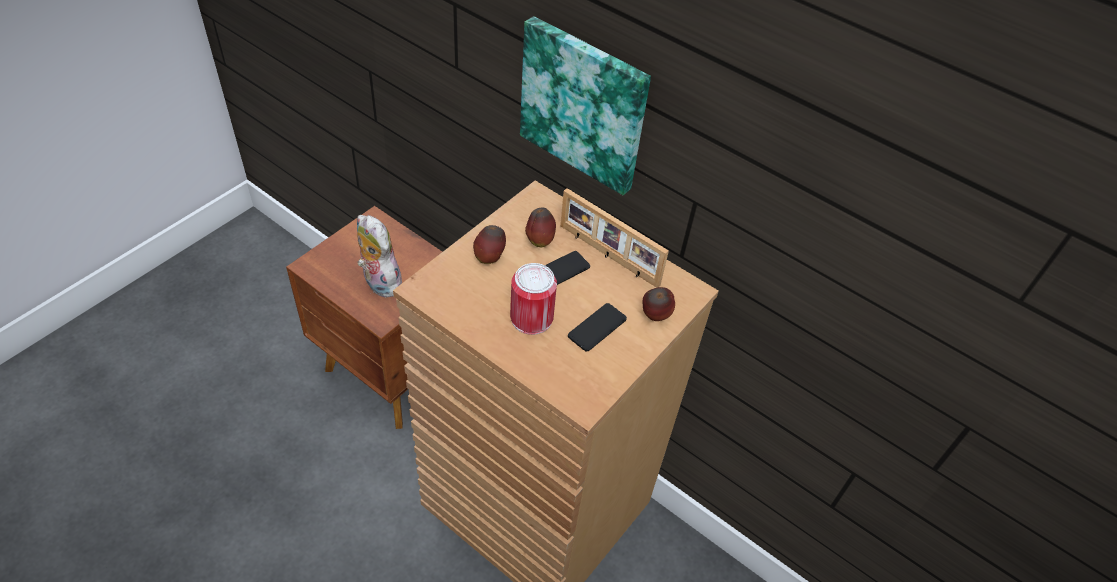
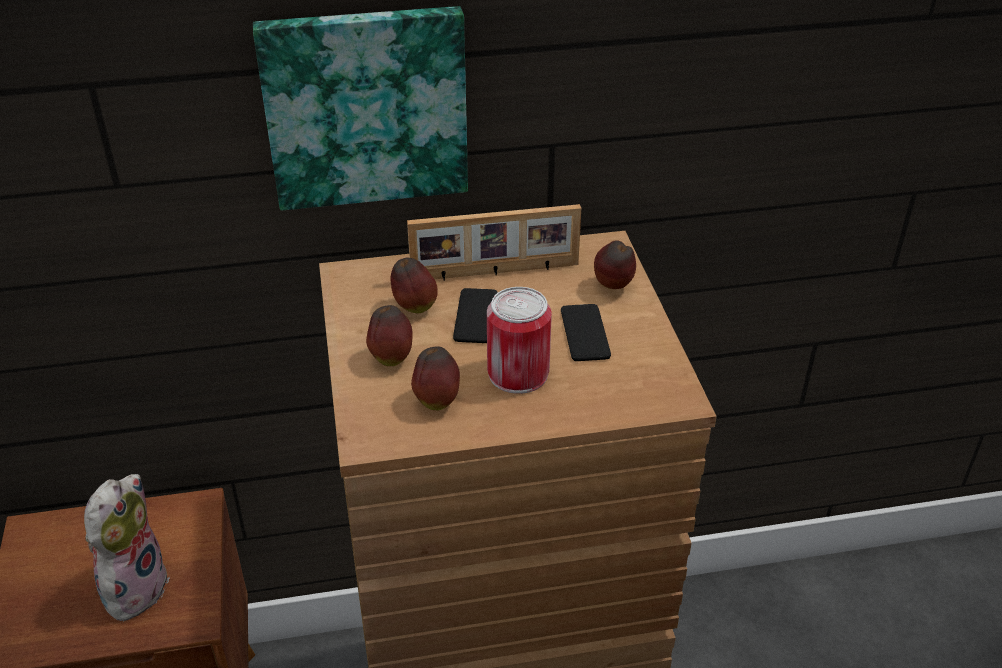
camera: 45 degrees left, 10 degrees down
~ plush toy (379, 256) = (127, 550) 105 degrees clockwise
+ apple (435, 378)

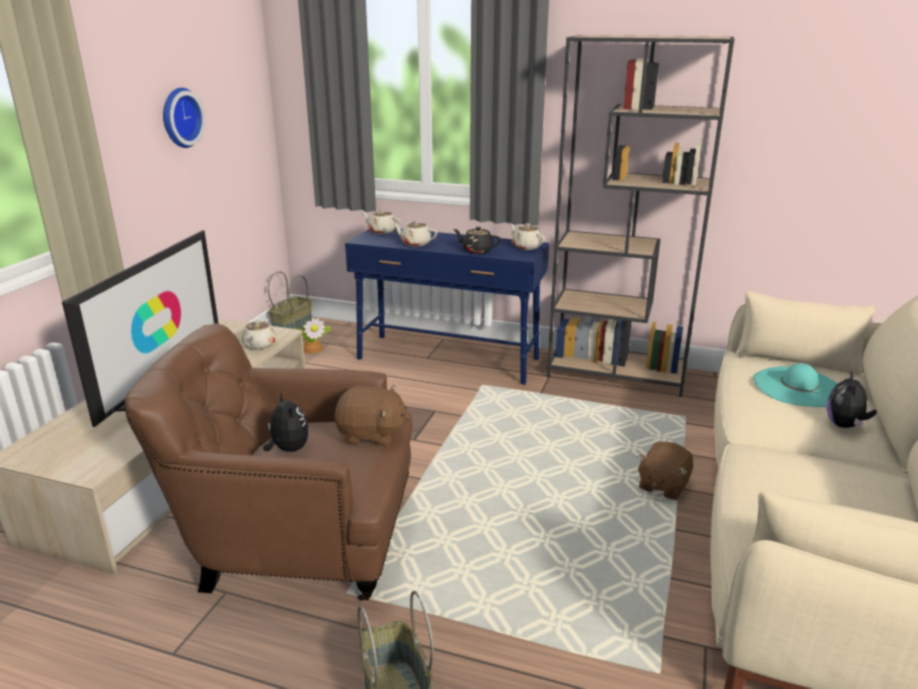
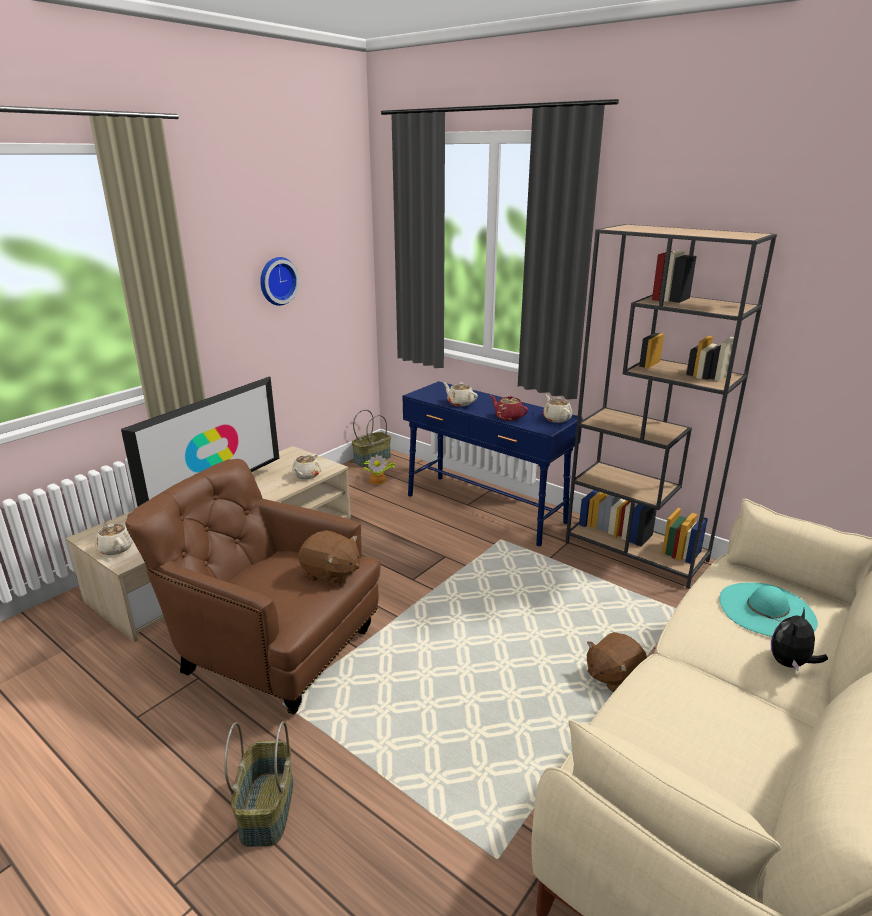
camera: 20 degrees right, 0 degrees up
~ beige teapot (381, 221) to (114, 537)
~ black teapot (477, 240) to red teapot (509, 408)
- plush toy (286, 422)

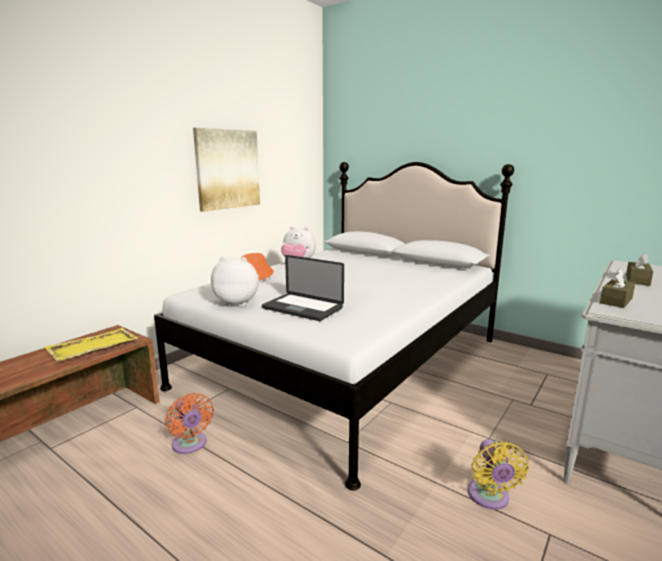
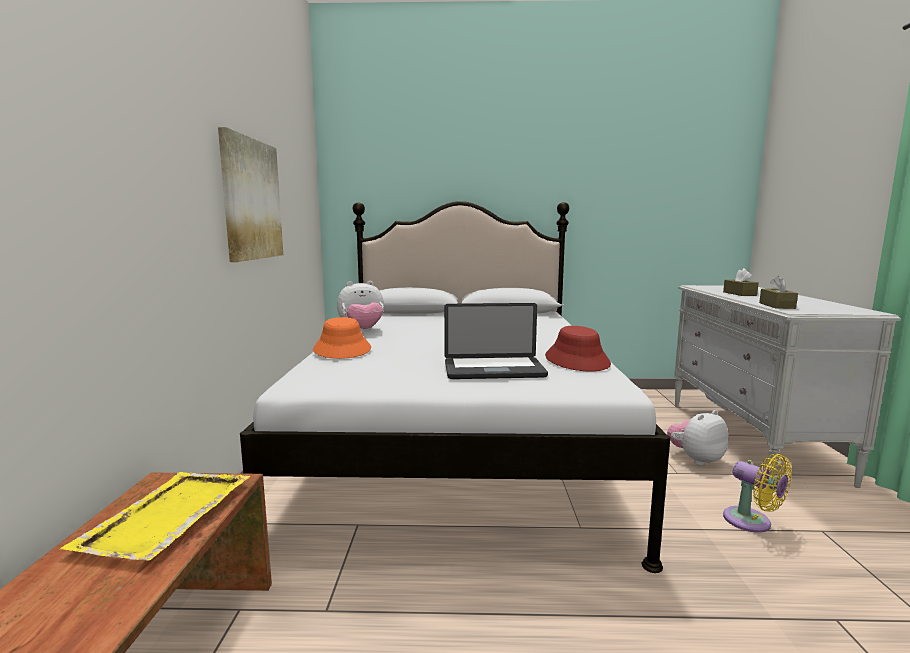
camera: 35 degrees left, 5 degrees down
~ plush toy (235, 282) to (698, 438)
- orange fan (189, 423)
+ red hat (578, 348)

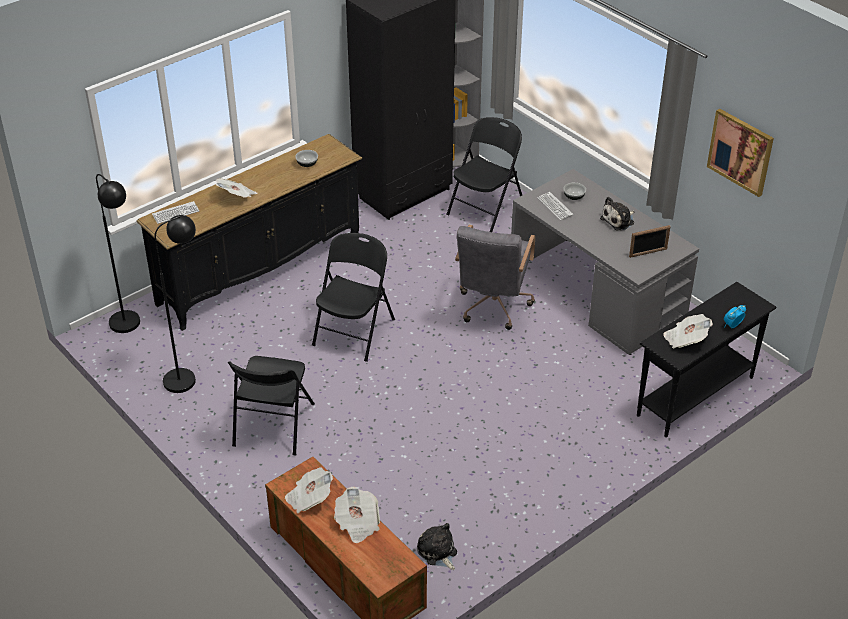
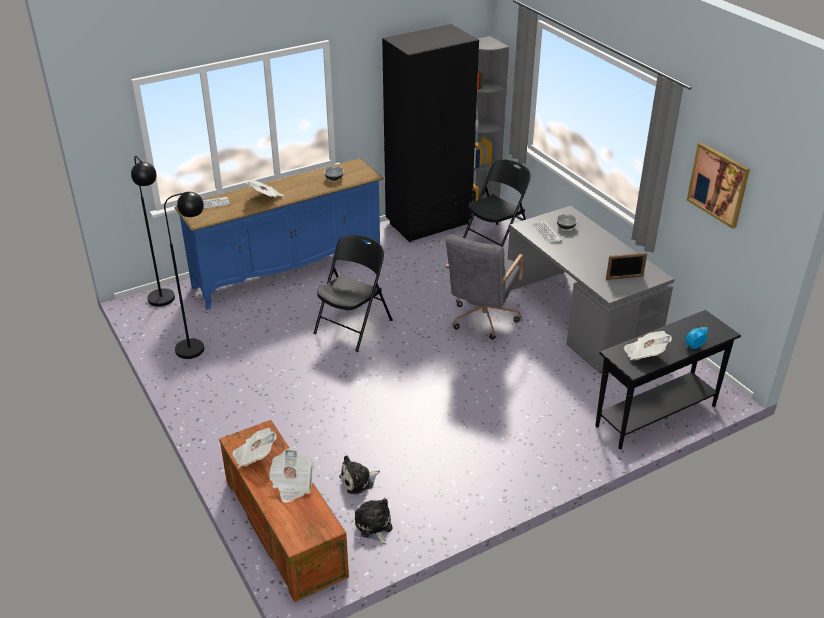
camera: 10 degrees right, 5 degrees down
~ black dresser (249, 232) to blue dresser (279, 234)
~ plush toy (617, 214) to (359, 475)
- black chair (271, 406)

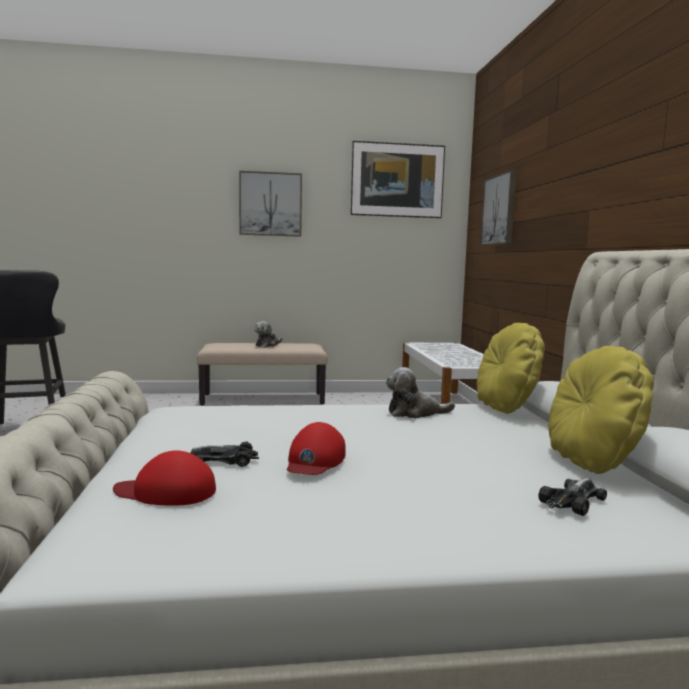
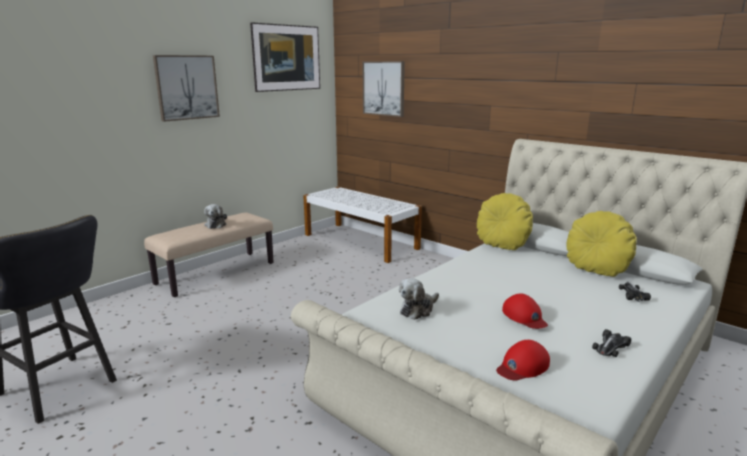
camera: 40 degrees left, 10 degrees up
~ plush toy (420, 392) to (419, 299)
~ toy car (224, 454) to (611, 343)

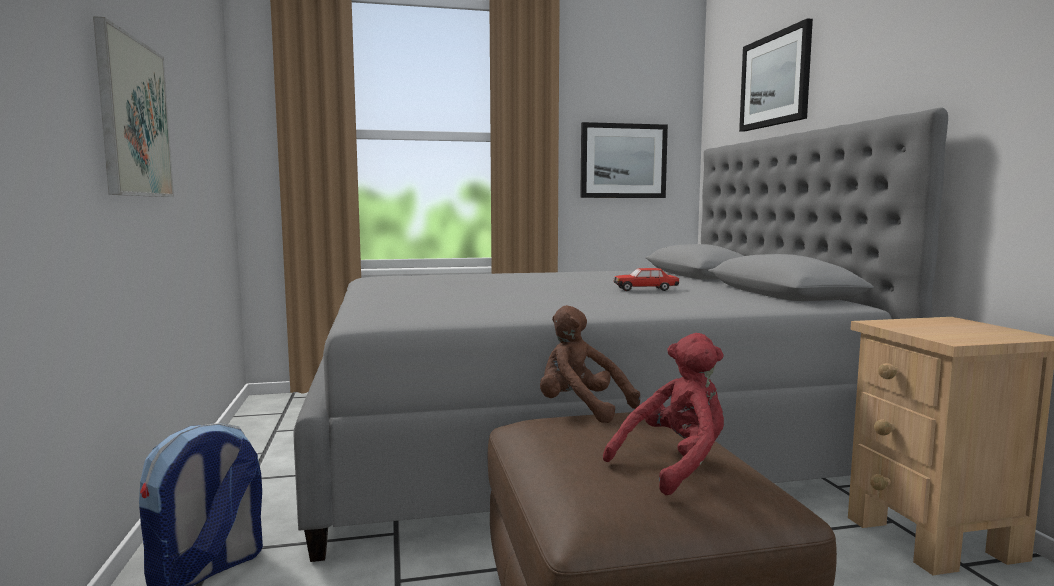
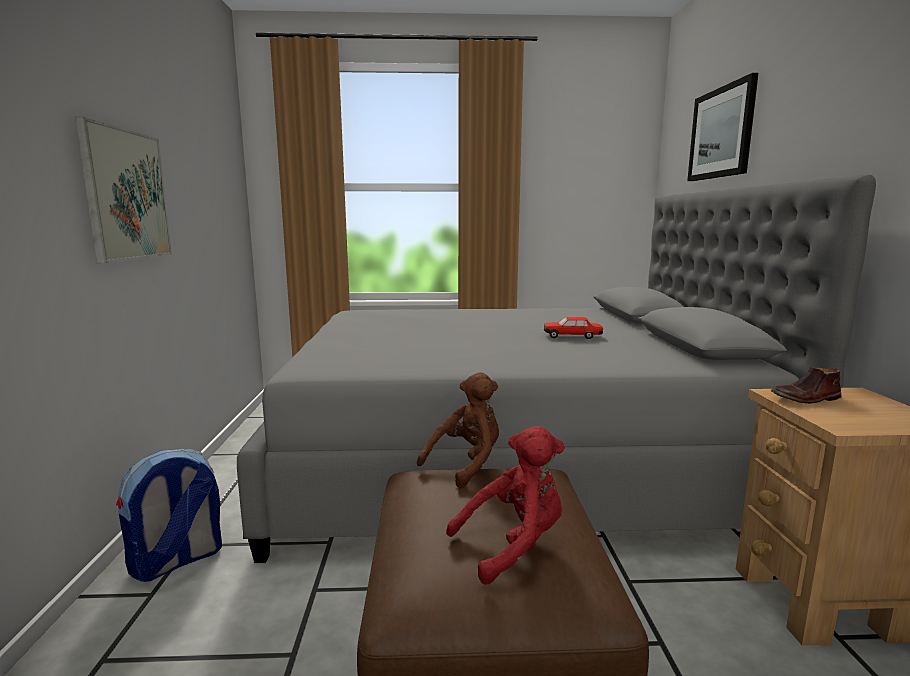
camera: 10 degrees right, 5 degrees up
- picture (624, 160)
~ brown plush toy (590, 364) = (458, 430) 90 degrees clockwise
+ brown shoe (806, 385)

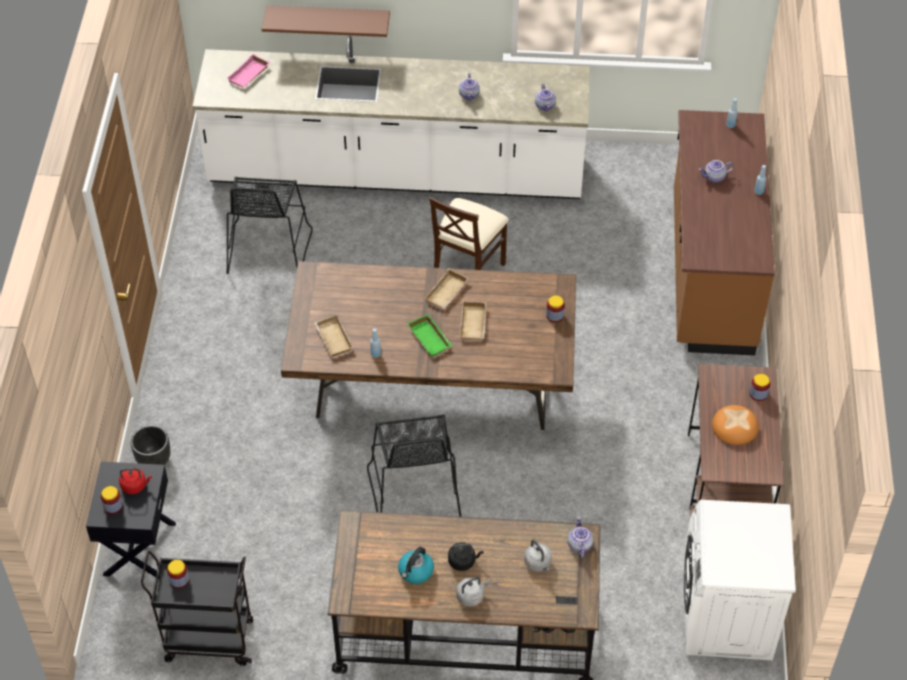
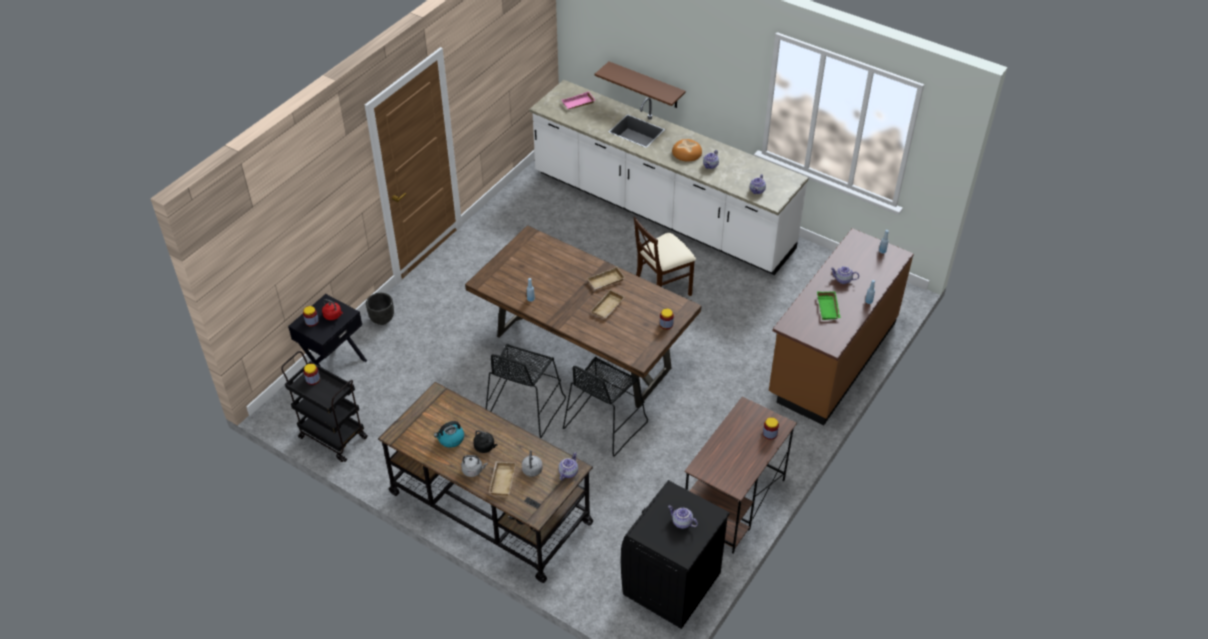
camera: 30 degrees right, 5 degrees down
~ black stool (270, 225) to (605, 407)
~ beige tray (333, 335) to (502, 478)
~ green tray (429, 335) to (829, 305)
~ bread (735, 425) to (687, 150)
~ white washing machine (740, 580) to black washing machine (675, 554)
+ teapot (683, 517)

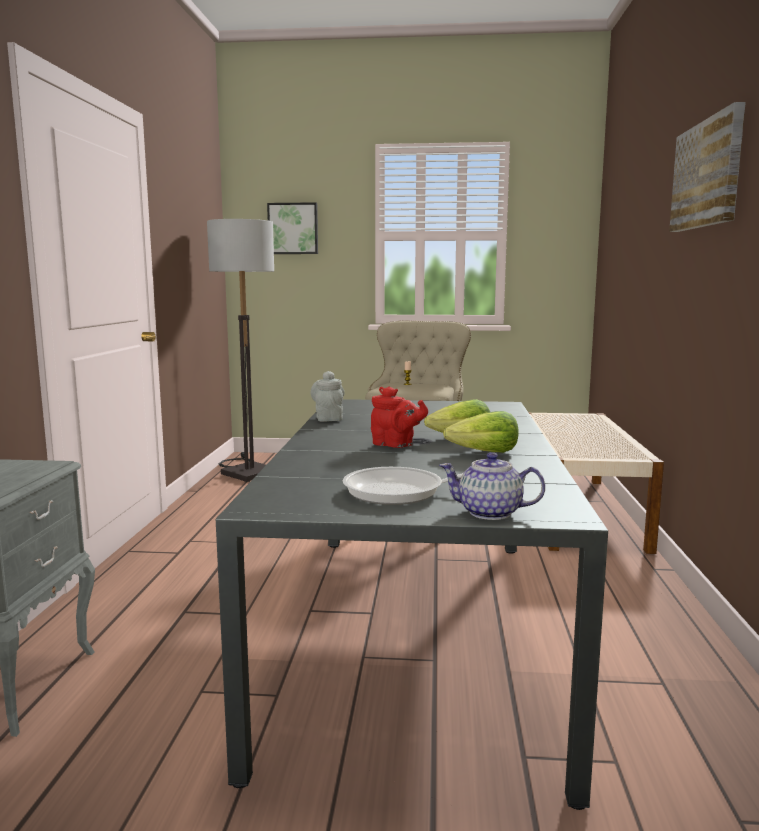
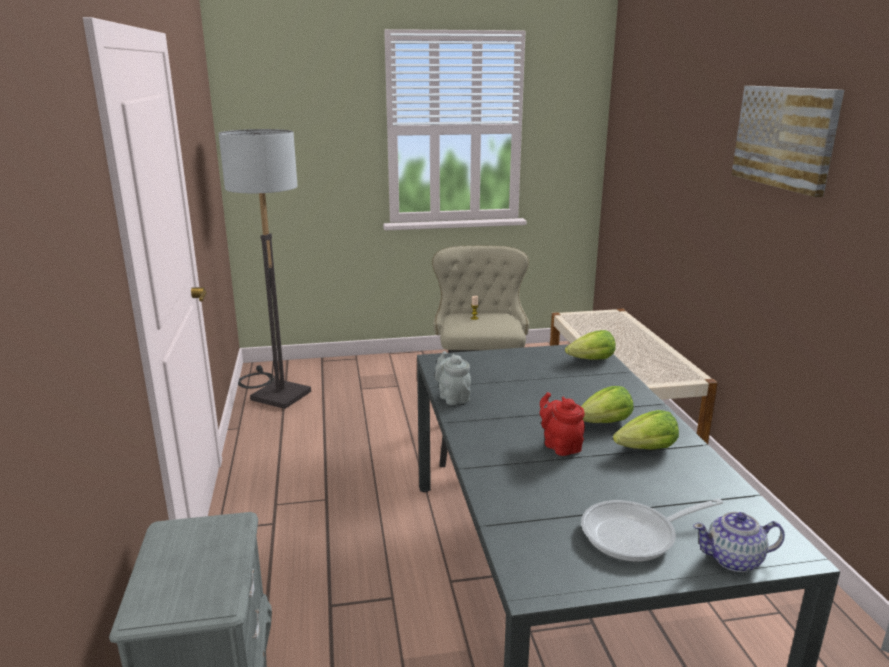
camera: 15 degrees left, 10 degrees up
- picture (292, 228)
~ red teapot (399, 417) = (562, 424) 135 degrees counterclockwise
+ lettuce (590, 345)

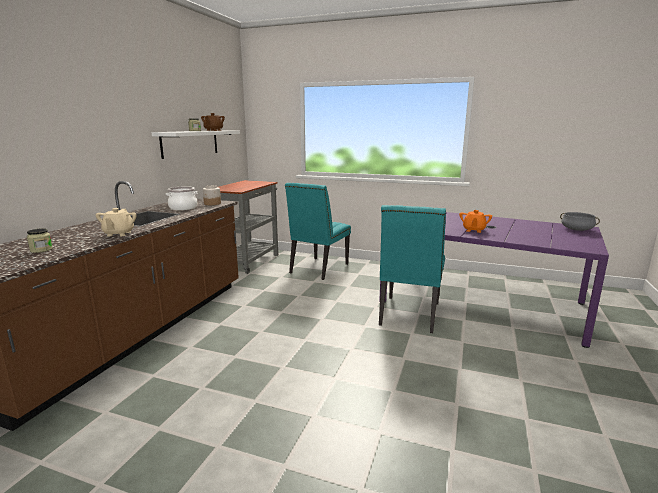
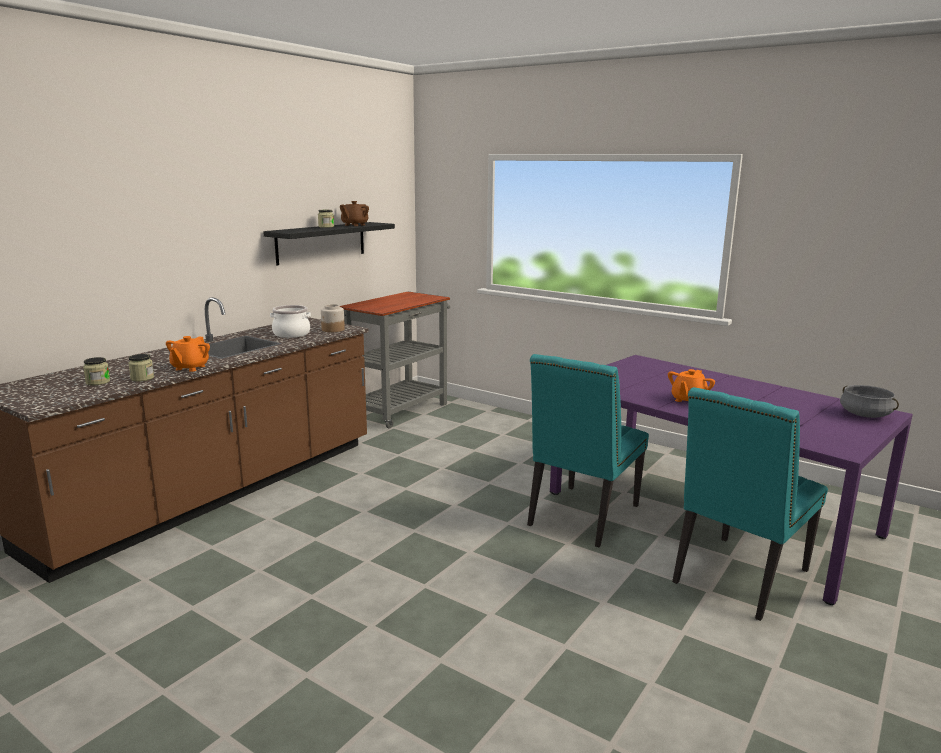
camera: 15 degrees right, 0 degrees up
~ white shelf (196, 144) to black shelf (329, 244)
~ turquoise chair (318, 231) to (750, 504)
~ beige teapot (116, 222) to orange teapot (188, 354)
+ jar (141, 368)

